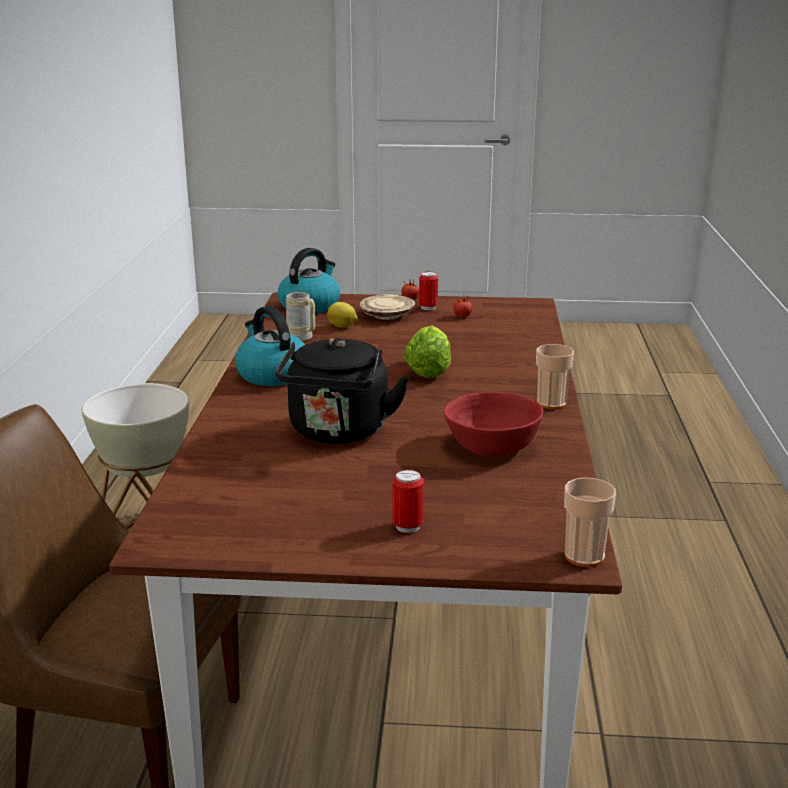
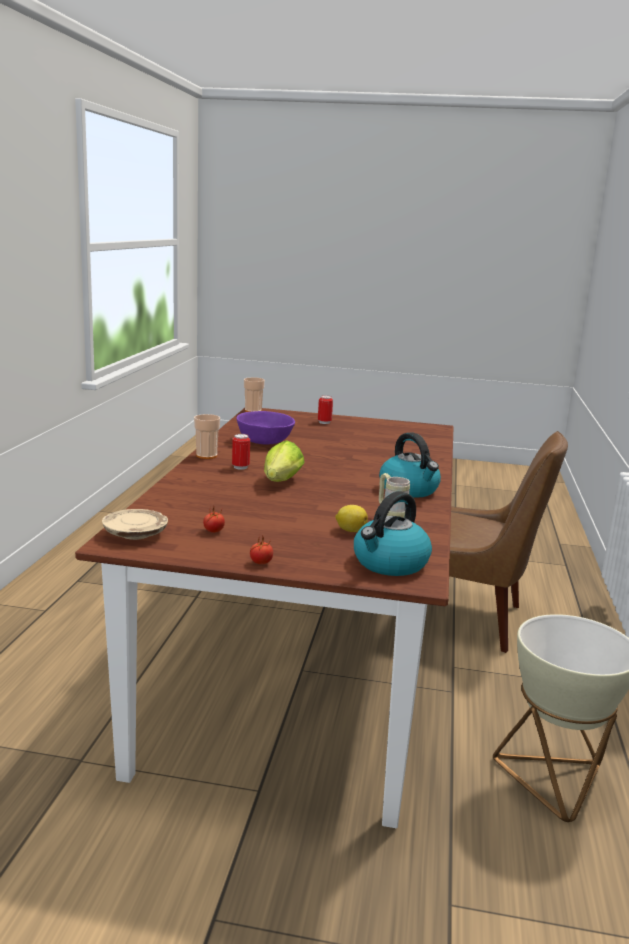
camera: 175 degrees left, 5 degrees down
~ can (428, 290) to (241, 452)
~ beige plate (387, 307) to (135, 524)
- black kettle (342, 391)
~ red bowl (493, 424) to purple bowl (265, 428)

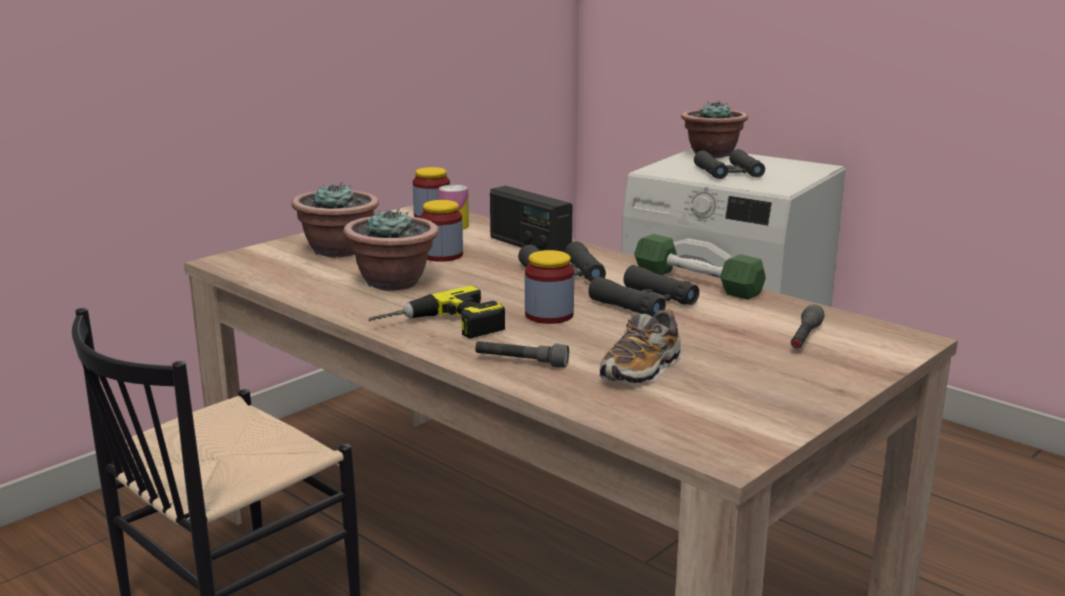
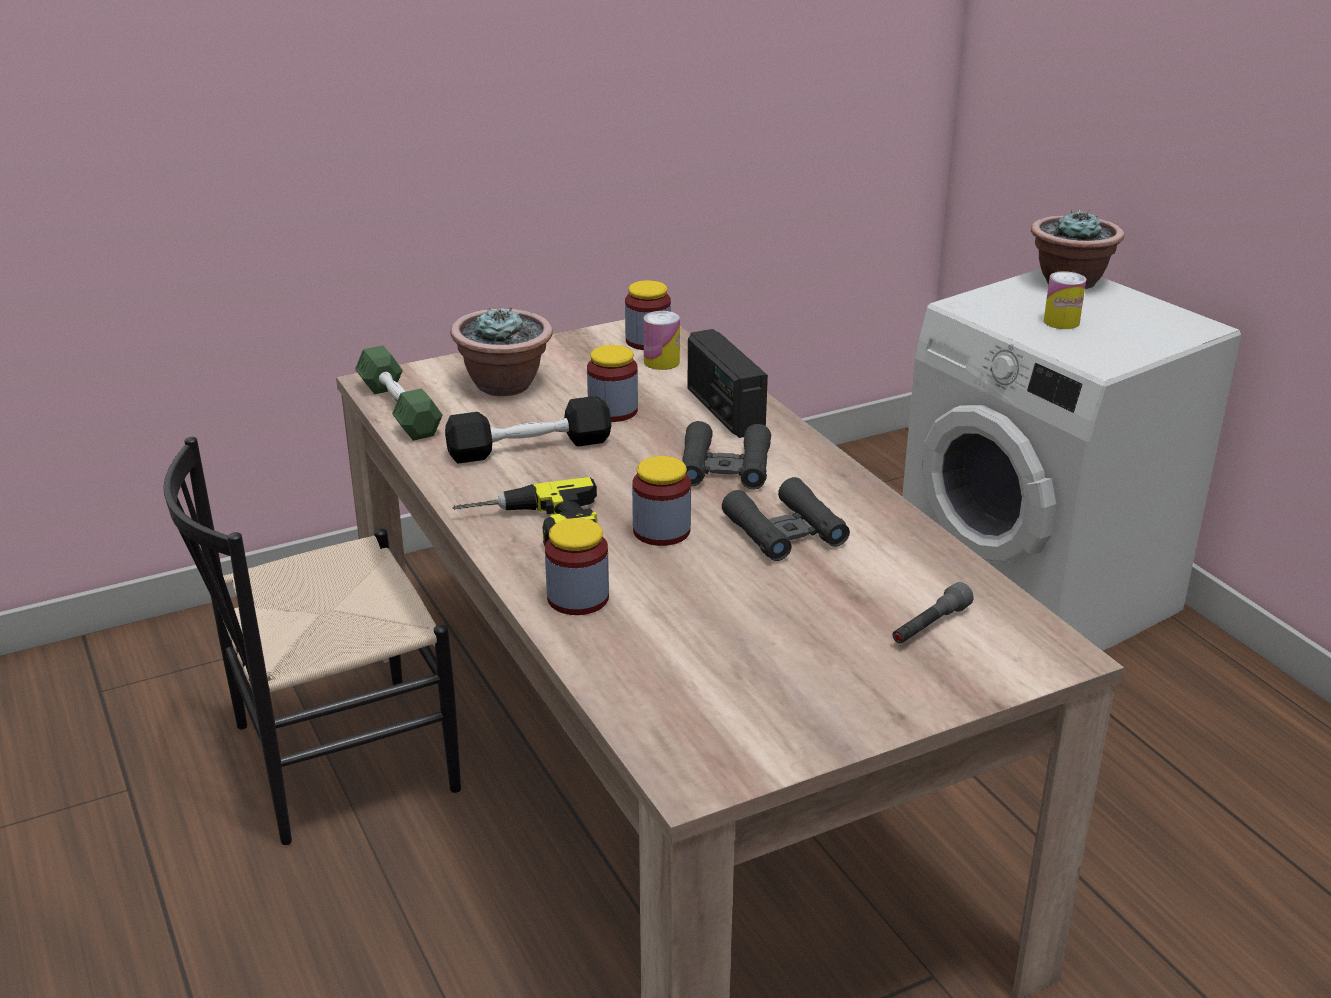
camera: 20 degrees right, 10 degrees up
~ black binoculars (729, 164) to can (1065, 300)
~ potted plant (391, 249) to black dumbbell (528, 430)
~ green dumbbell (700, 267) to (399, 393)
- shoe (640, 346)
~ grey flashlight (522, 354) to jar (577, 566)

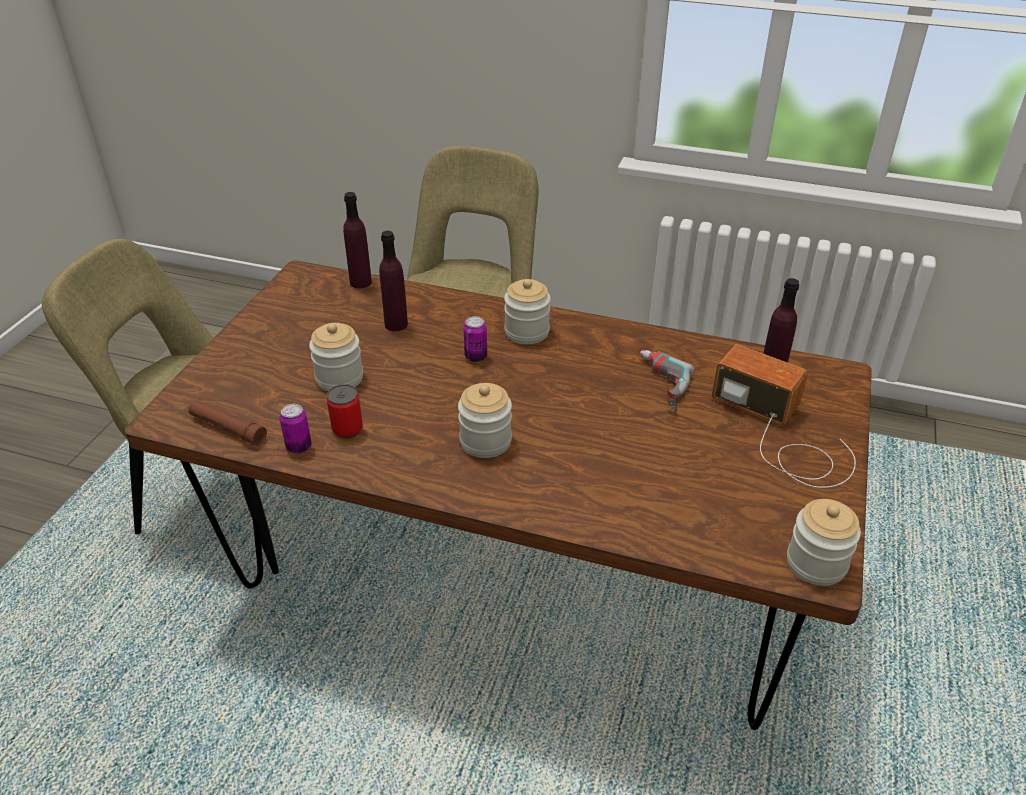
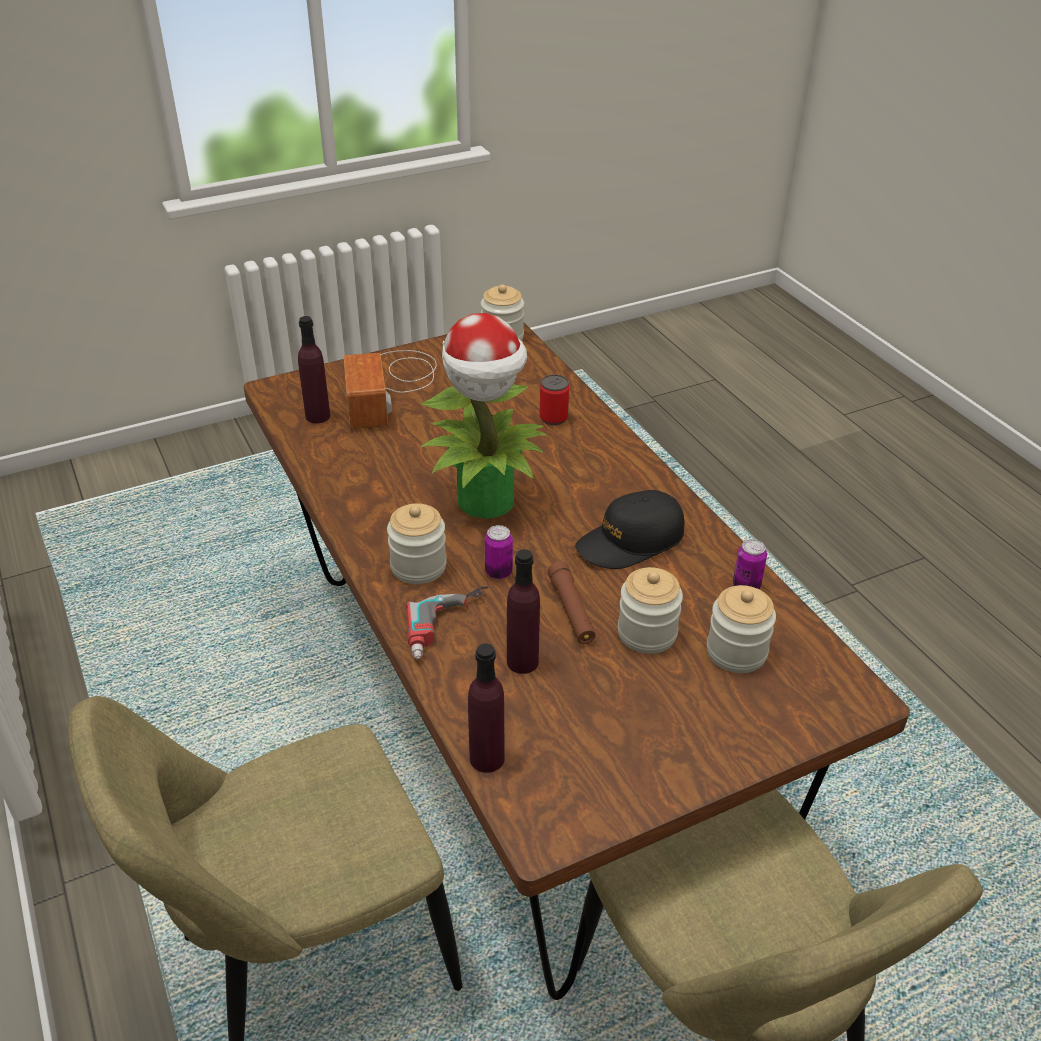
camera: 135 degrees left, 0 degrees up
~ power drill (667, 381) to (447, 622)
~ jar (485, 420) to (741, 629)
~ can (345, 411) to (554, 400)
~ brown flashlight (227, 423) to (571, 602)
+ potted plant (484, 416)
+ black cap (630, 529)

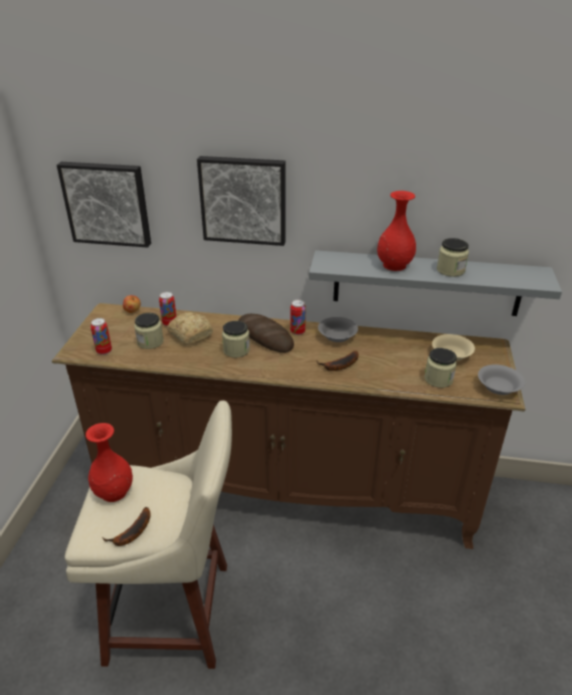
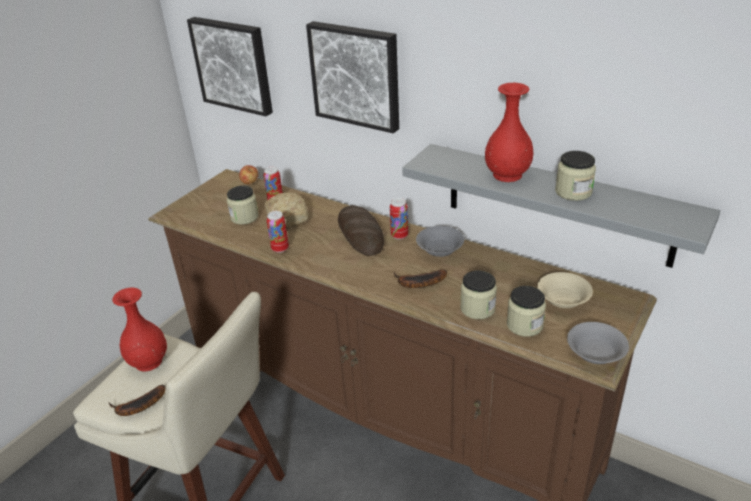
camera: 25 degrees right, 0 degrees up
~ can (101, 336) to (278, 232)
~ jar (236, 339) to (478, 295)

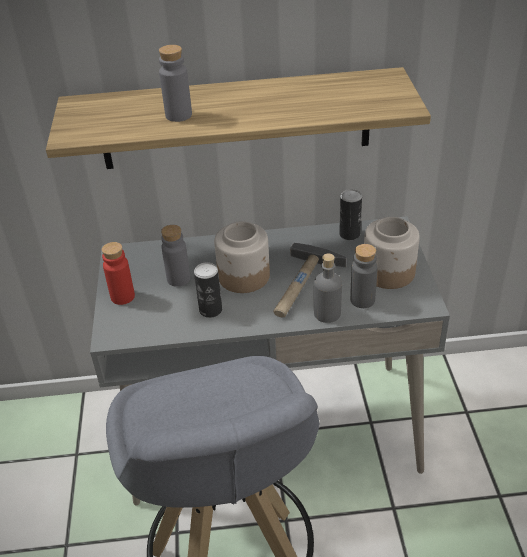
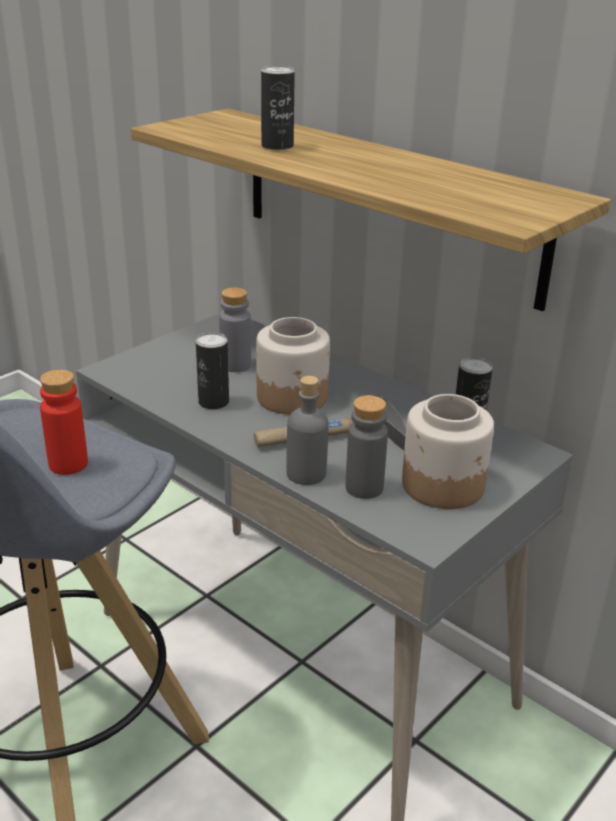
camera: 45 degrees right, 10 degrees down
~ grey bottle (175, 83) to can (278, 108)
~ red bottle (118, 273) to (64, 422)

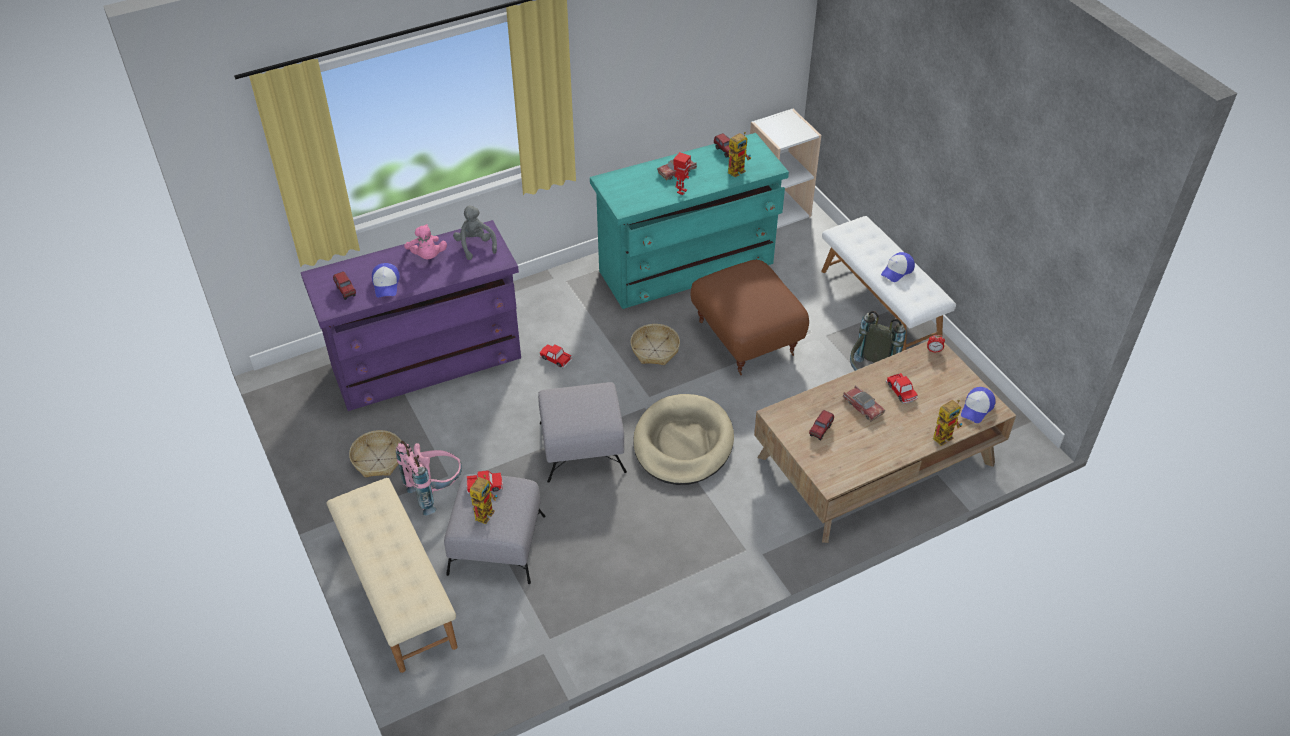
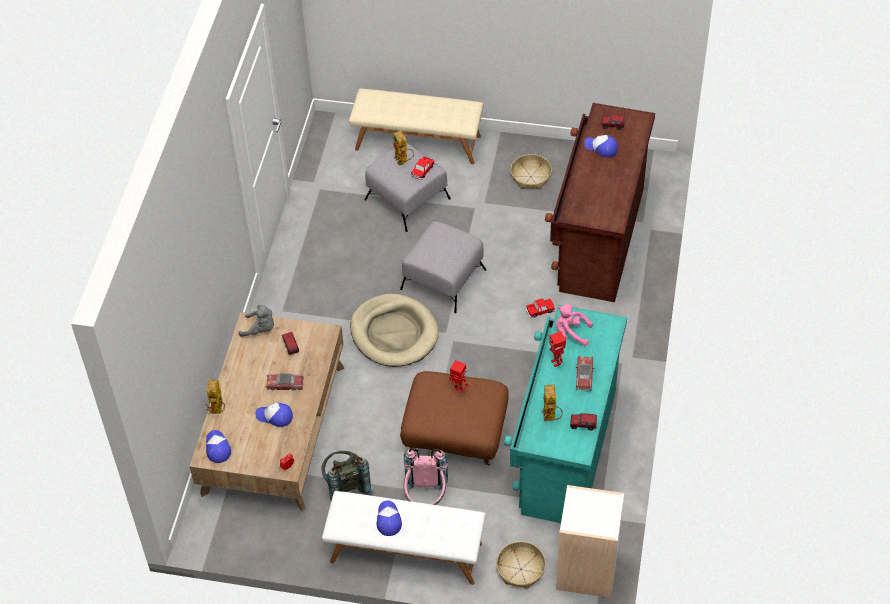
camera: 130 degrees right, 5 degrees up
~ grey plush toy (475, 233) to (256, 321)
~ purple dresser (411, 315) to brown dresser (600, 202)
~ pink plush toy (425, 241) to (574, 325)
~ basket (655, 344) to (521, 565)
~ toy car (902, 388) to cap (274, 414)
~ pink backpack (429, 477) to (425, 476)
+ toy robot (459, 376)

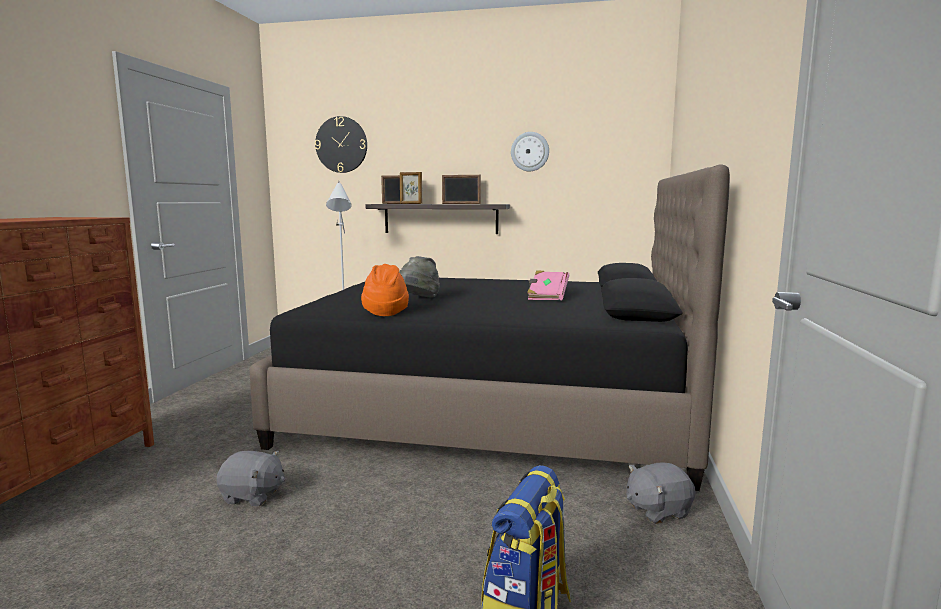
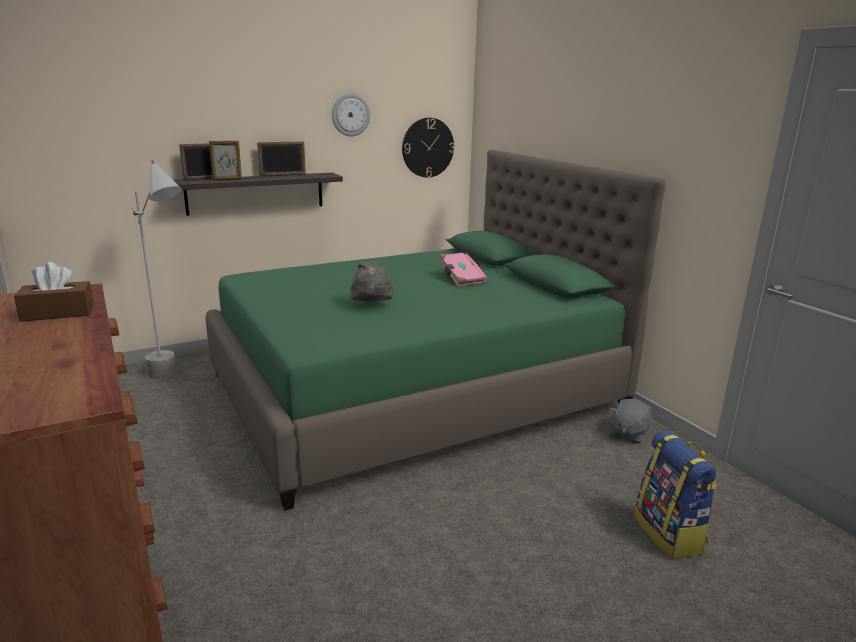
camera: 40 degrees left, 10 degrees up
~ wall clock (341, 144) to (428, 148)
~ black bed (489, 327) to green bed (435, 330)
- orange hat (385, 290)
- grey plush toy (250, 478)
+ brown tissue box (54, 292)

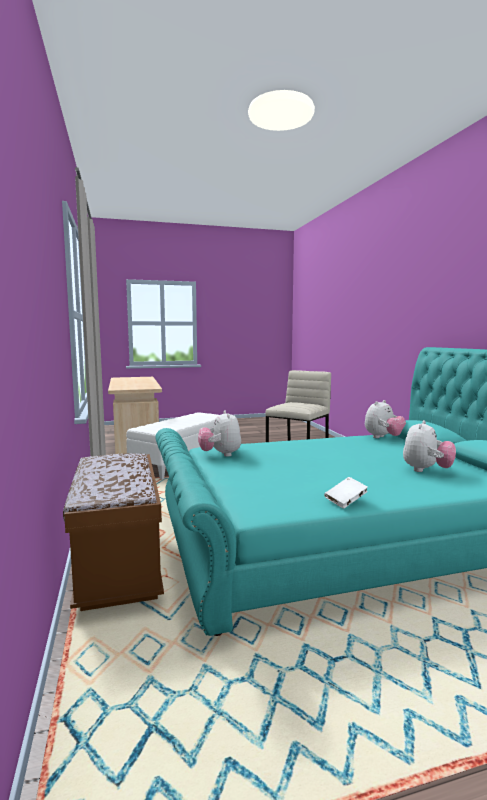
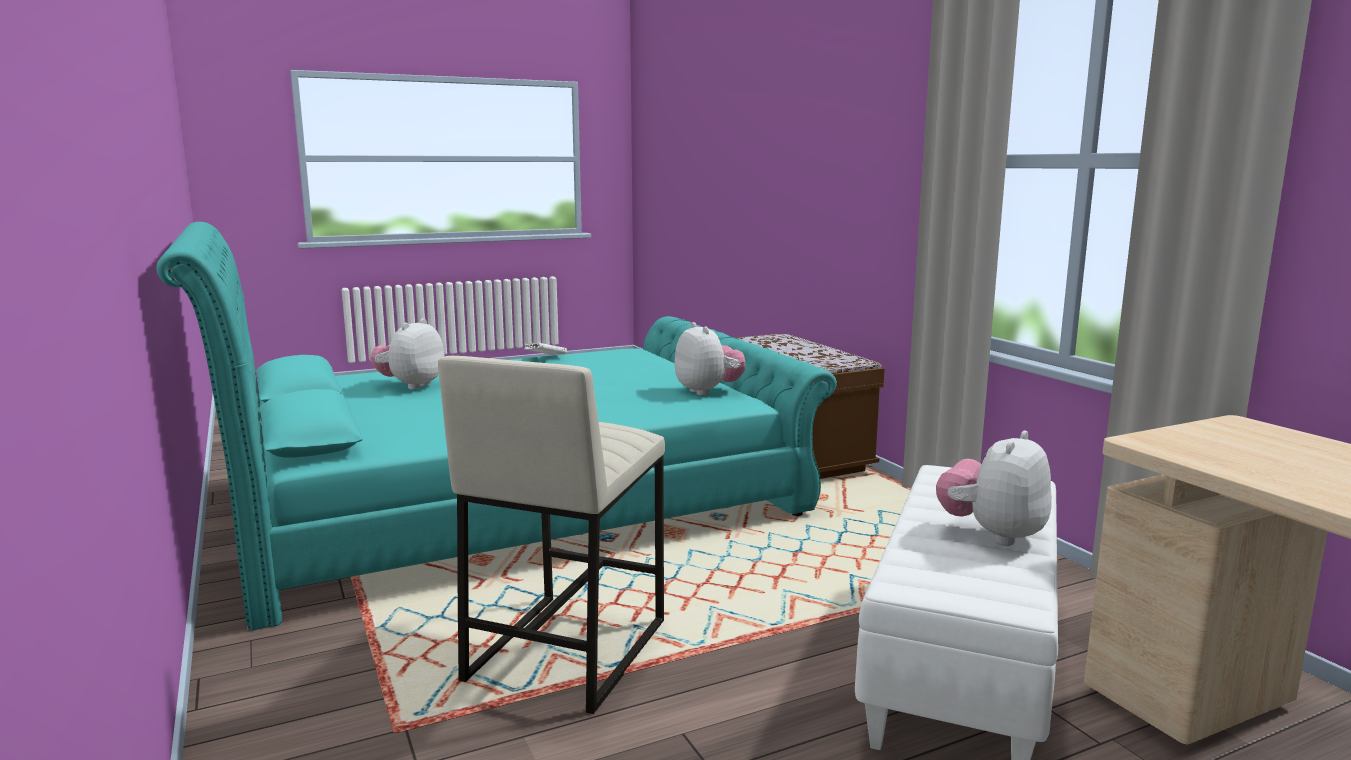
camera: 170 degrees right, 5 degrees up
~ plush toy (385, 419) to (994, 488)

